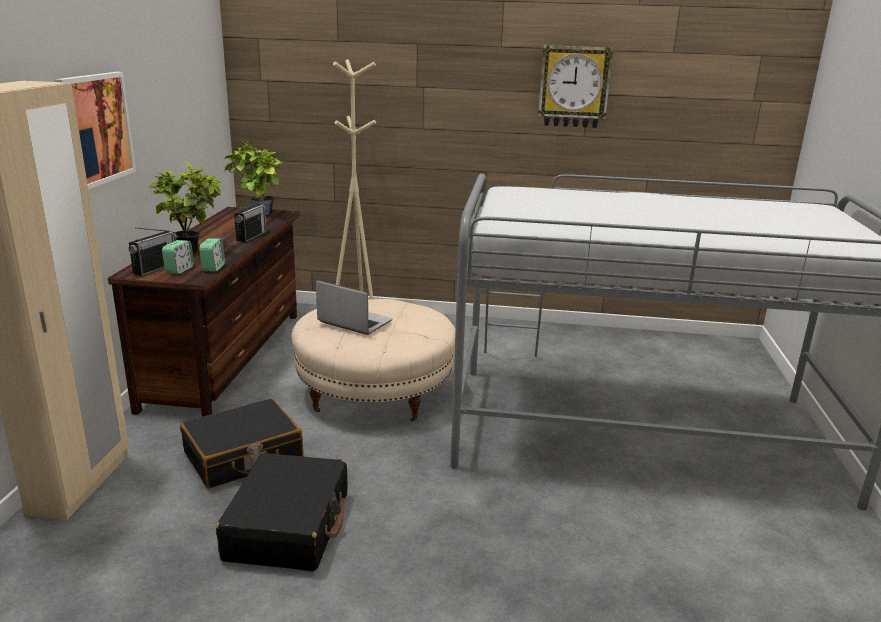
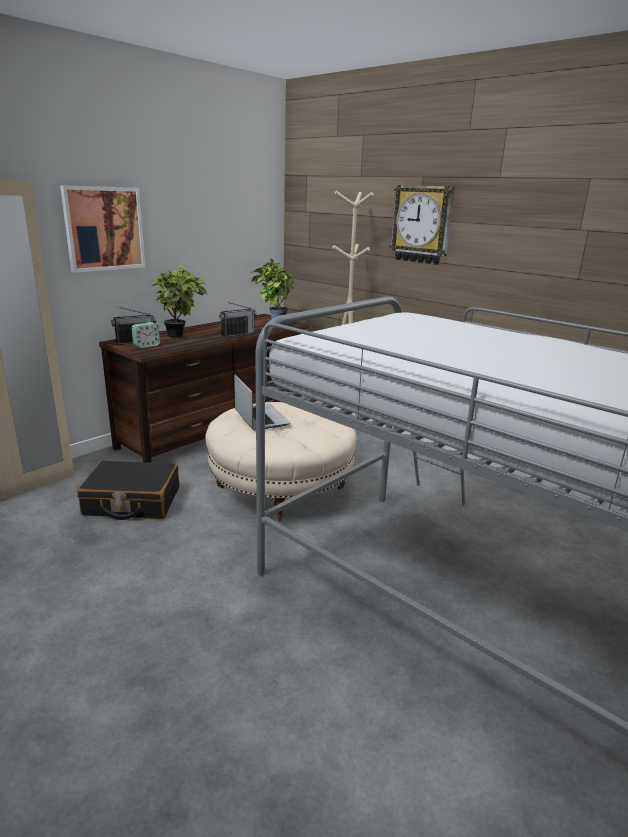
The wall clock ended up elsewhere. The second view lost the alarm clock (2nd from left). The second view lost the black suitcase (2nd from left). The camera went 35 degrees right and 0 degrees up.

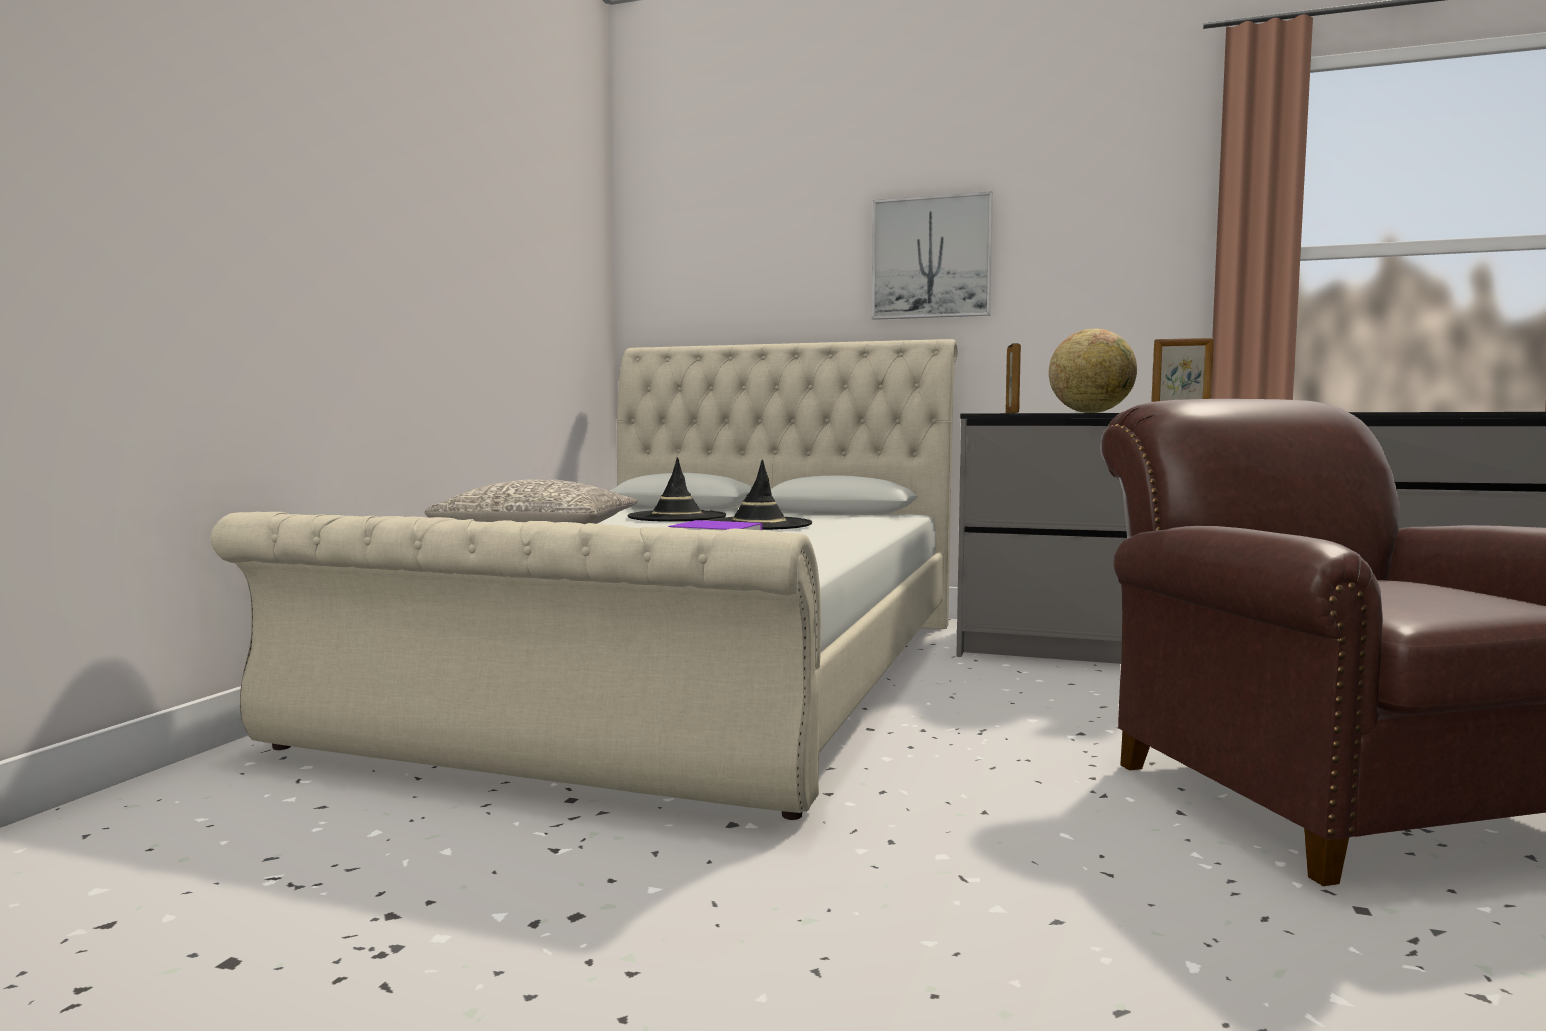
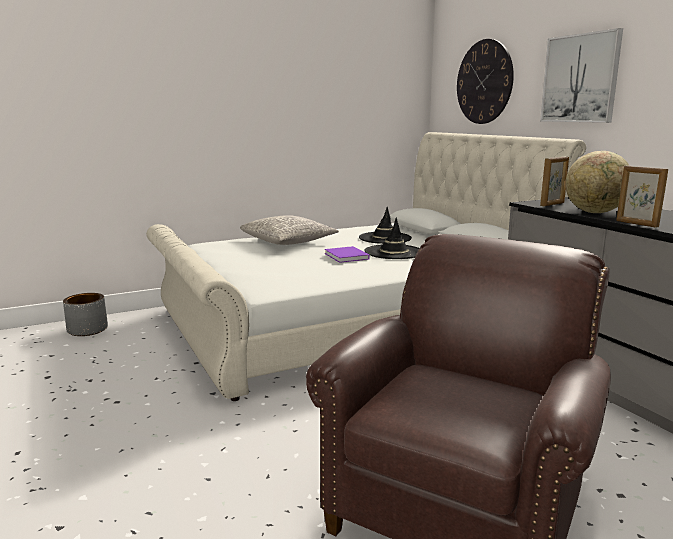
The second view gained the grey planter. The second view gained the wall clock. The camera went 45 degrees right and 10 degrees up.

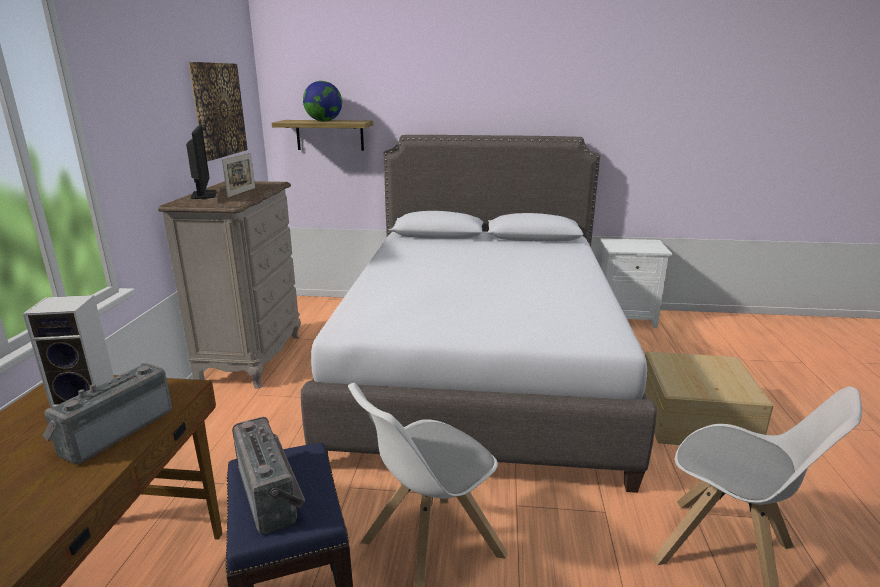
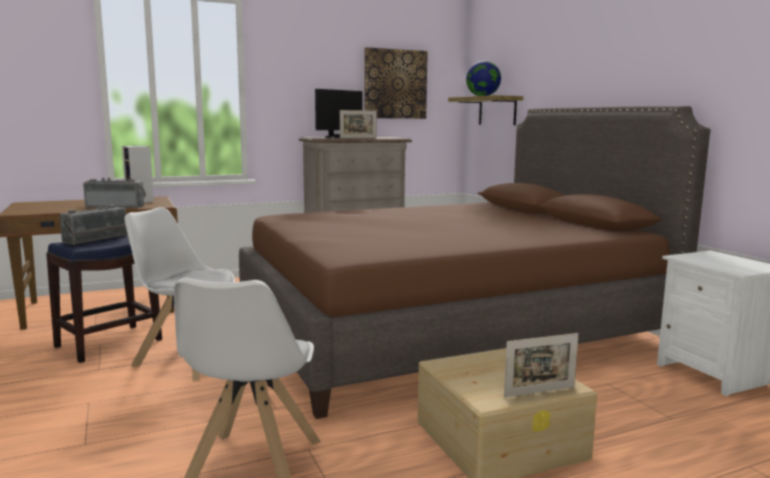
What was the grey bed turned into the brown bed. The second view gained the picture frame (2nd from left). The camera went 60 degrees right and 10 degrees down.

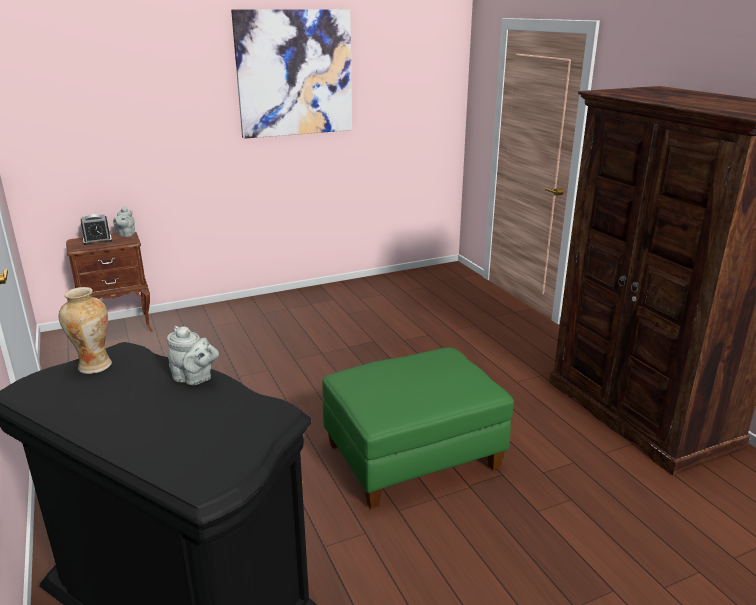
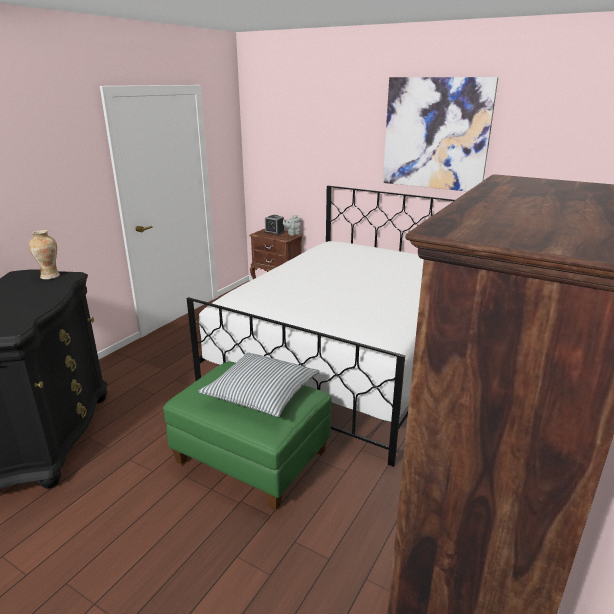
The second view gained the white bed. The second view gained the pillow. The second view lost the grey teapot (2nd from left). The camera went 55 degrees right and 0 degrees up.

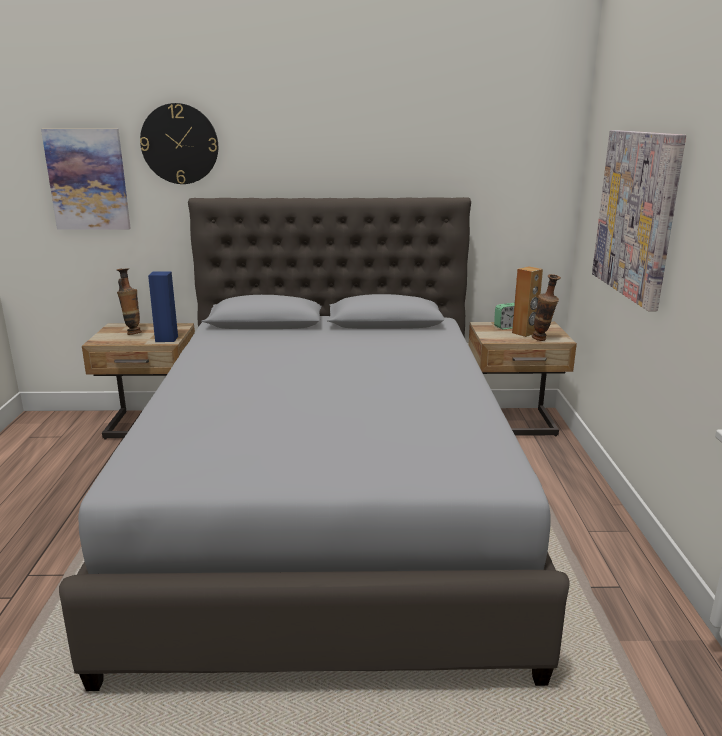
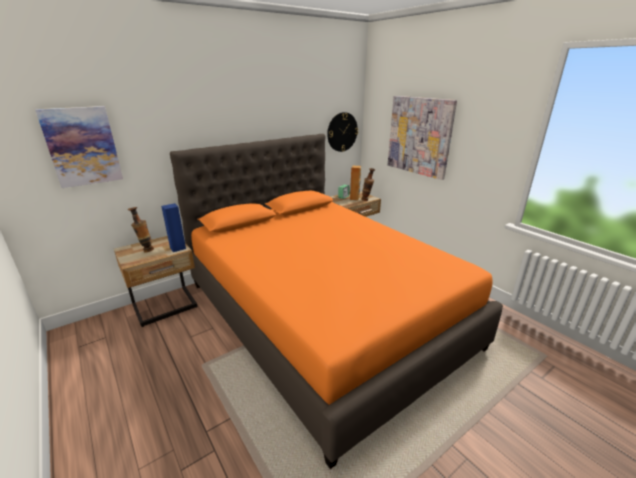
What was the grey bed turned into the orange bed. The wall clock ended up elsewhere. The camera went 35 degrees left and 5 degrees up.

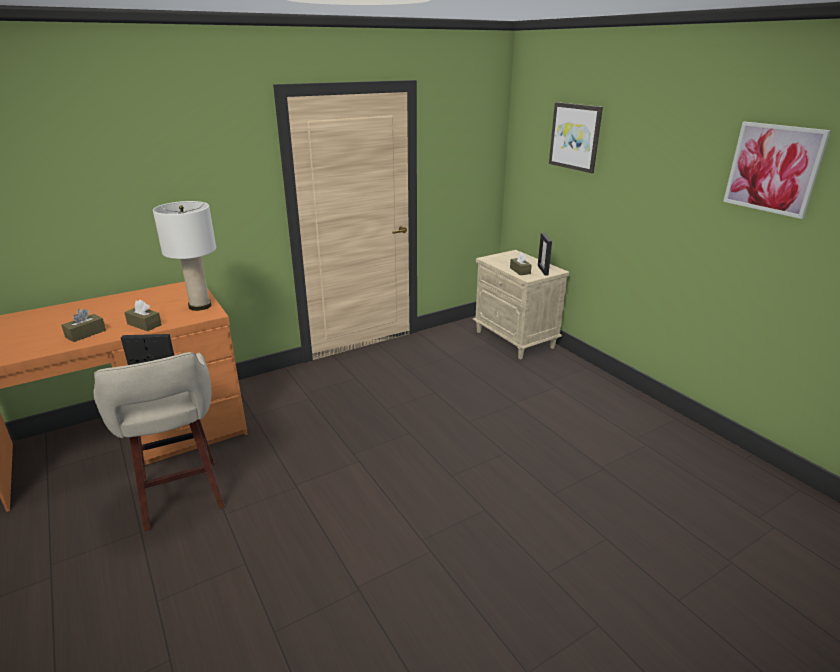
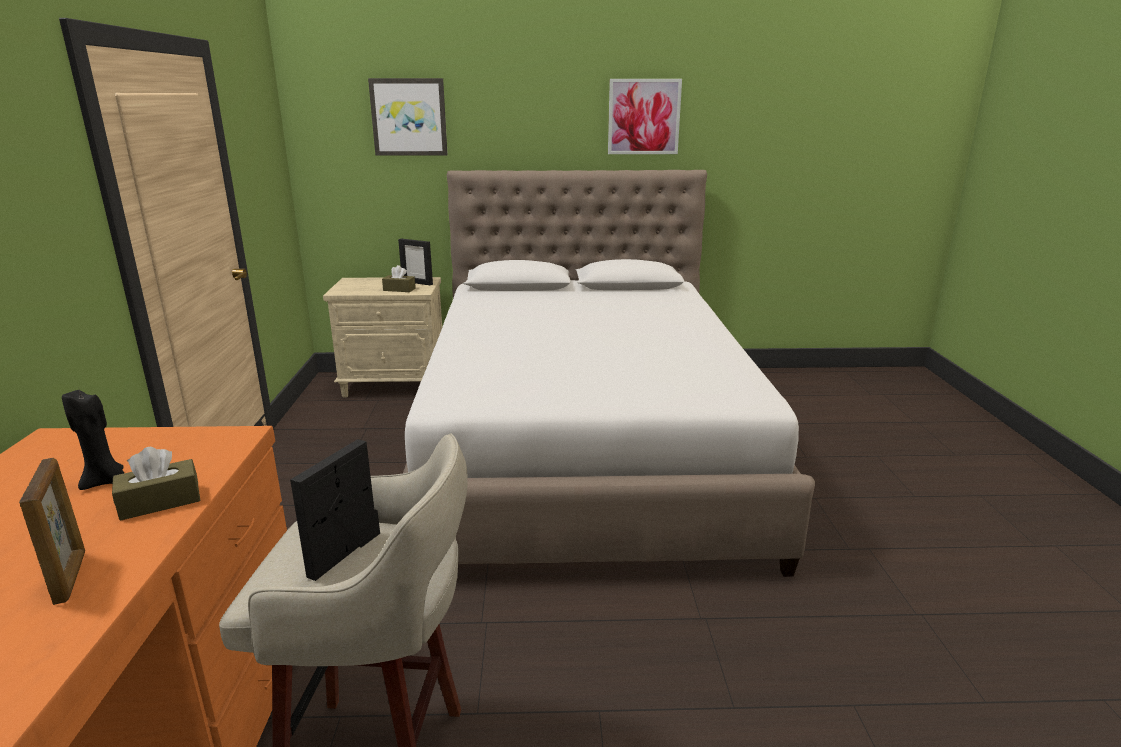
Where the brown tissue box (1st from left) stood, the picture frame (1st from left) came to stand. The second view gained the black candle. The second view gained the white bed. The second view lost the white table lamp. The camera went 60 degrees left and 5 degrees down.

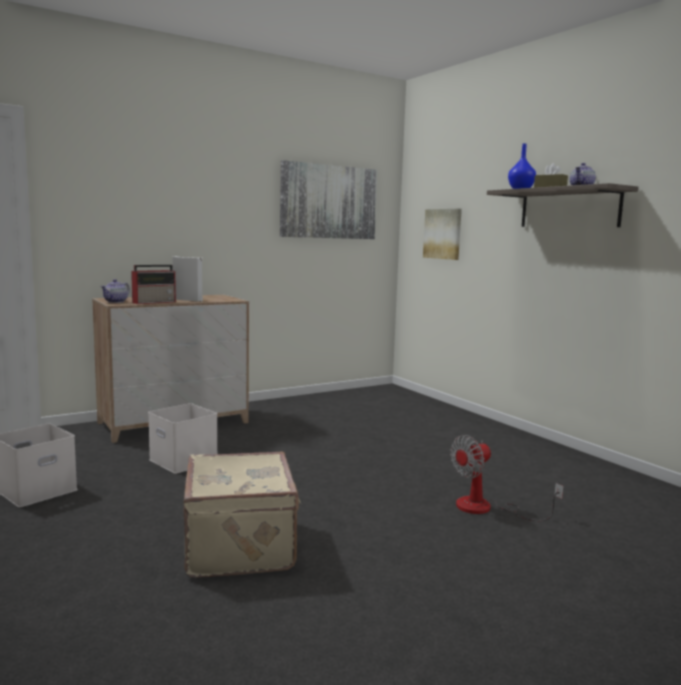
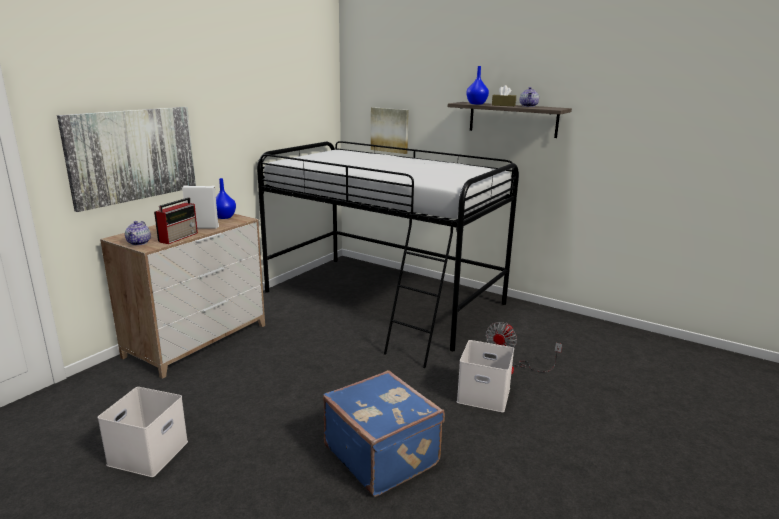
The picture (1st from left) ended up elsewhere. The second view gained the blue vase (1st from left). The second view gained the black bed. What was the beige suitcase turned into the blue suitcase. The white storage box (2nd from left) ended up elsewhere. The camera went 25 degrees left and 10 degrees up.

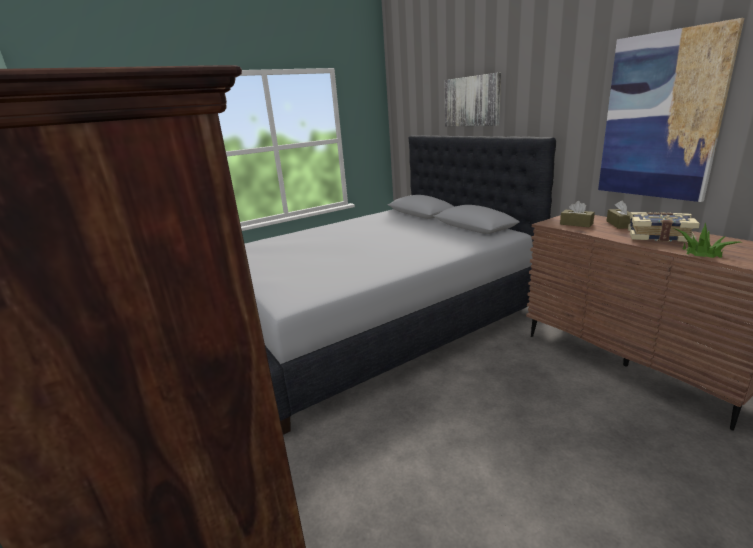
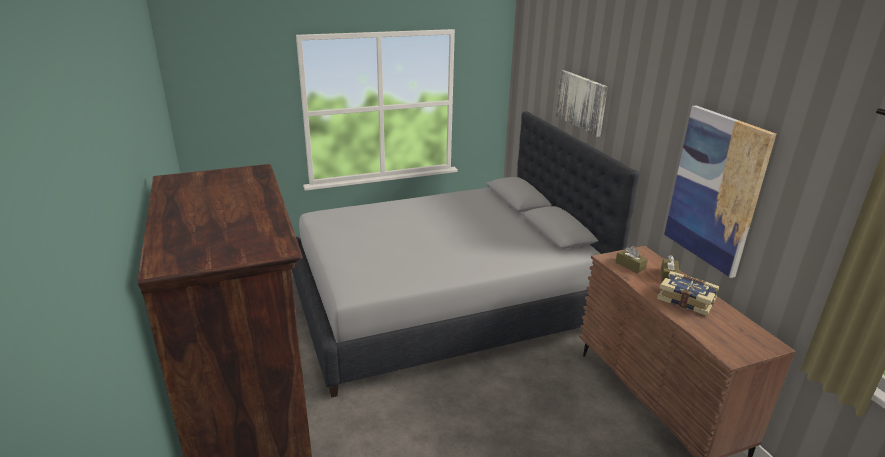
The second view lost the potted plant. The camera went 10 degrees right and 5 degrees up.

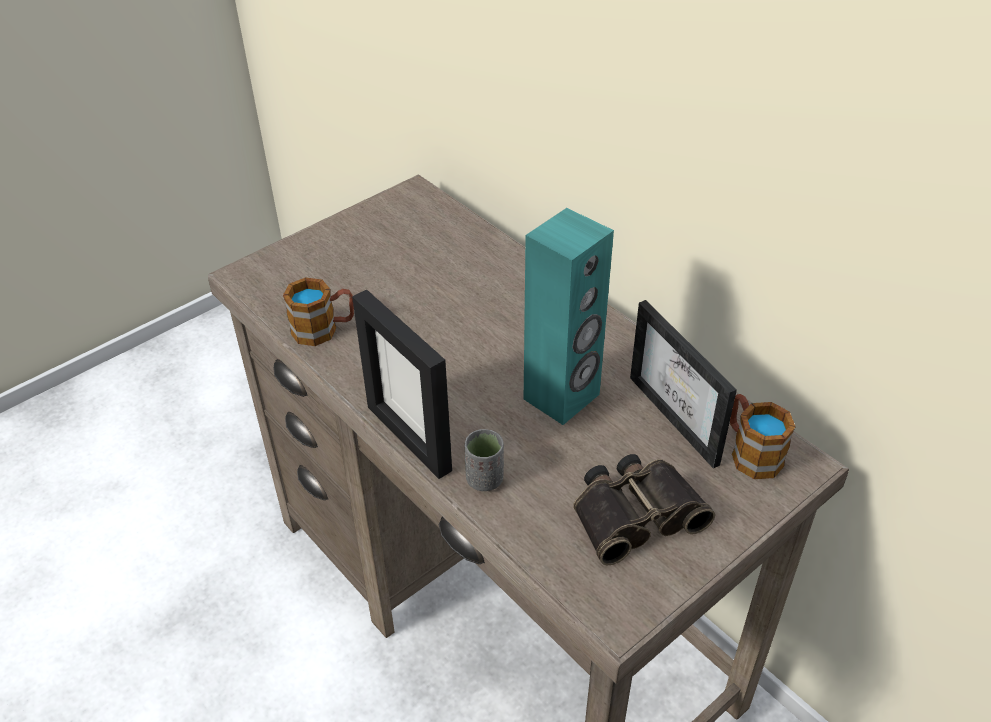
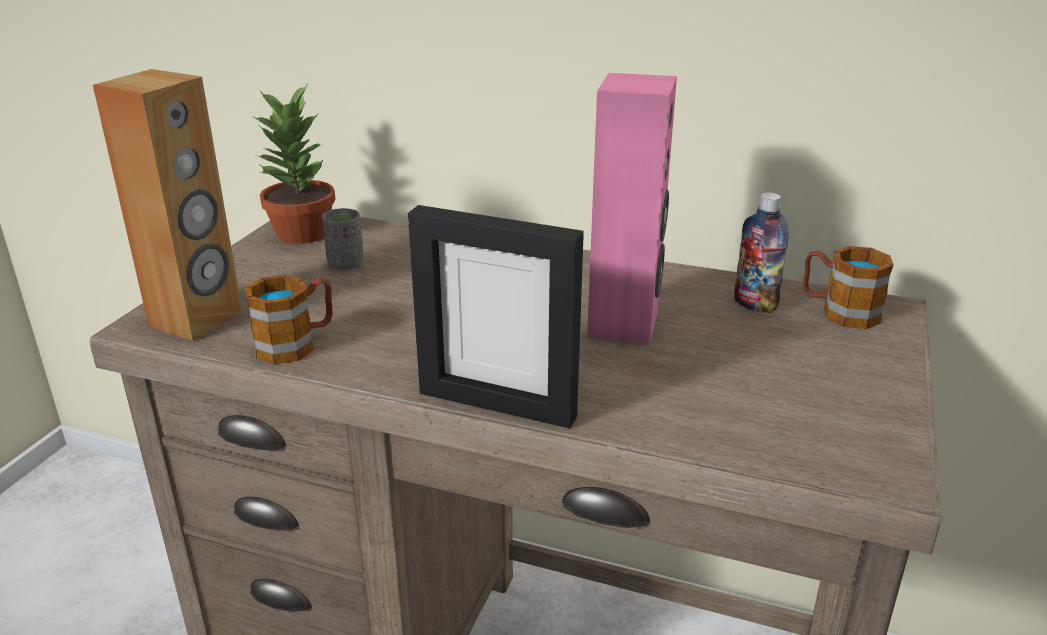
The second view gained the brown speaker. The second view gained the potted plant. The grey cup ended up elsewhere. What was the turquoise speaker turned into the pink speaker. Where the picture frame (2nd from left) stood, the bottle came to stand. The second view lost the binoculars. The camera went 30 degrees left and 15 degrees down.

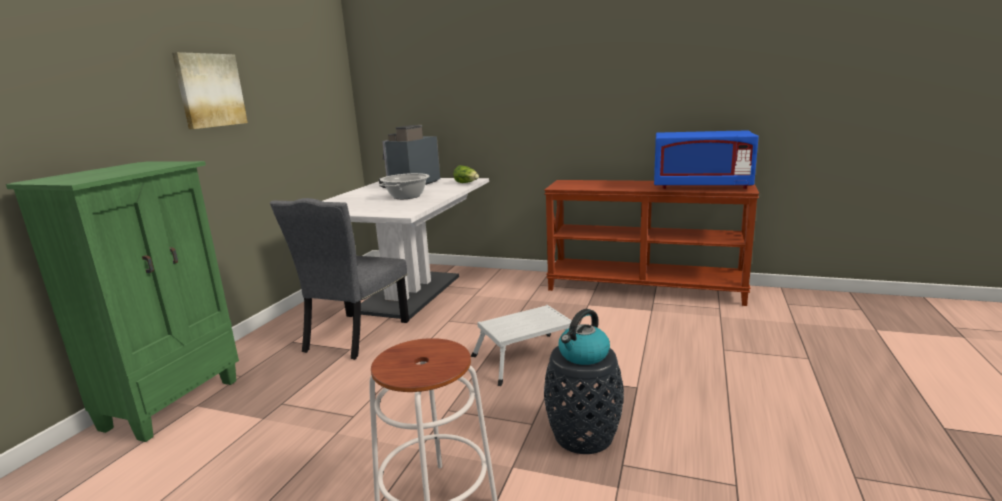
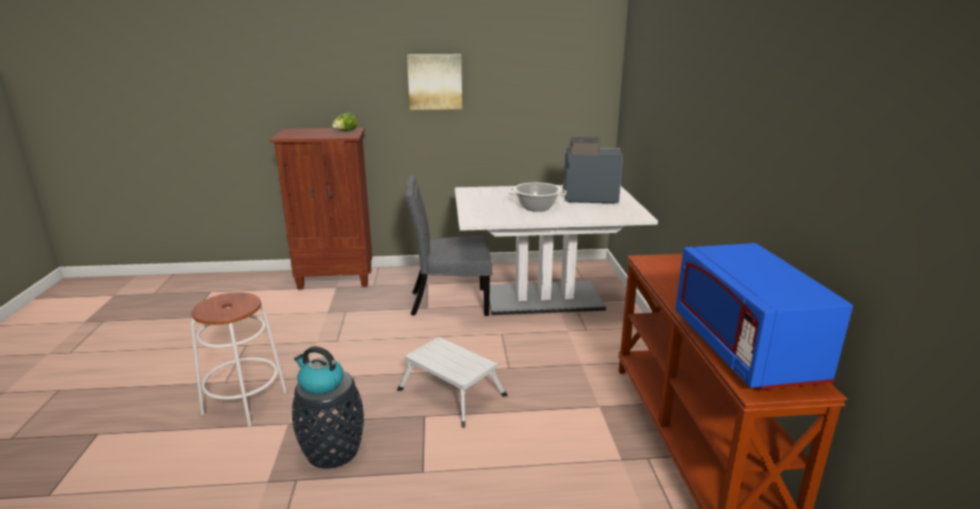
What was the green cabinet turned into the brown cabinet. The lettuce ended up elsewhere. The camera went 65 degrees right and 5 degrees up.

